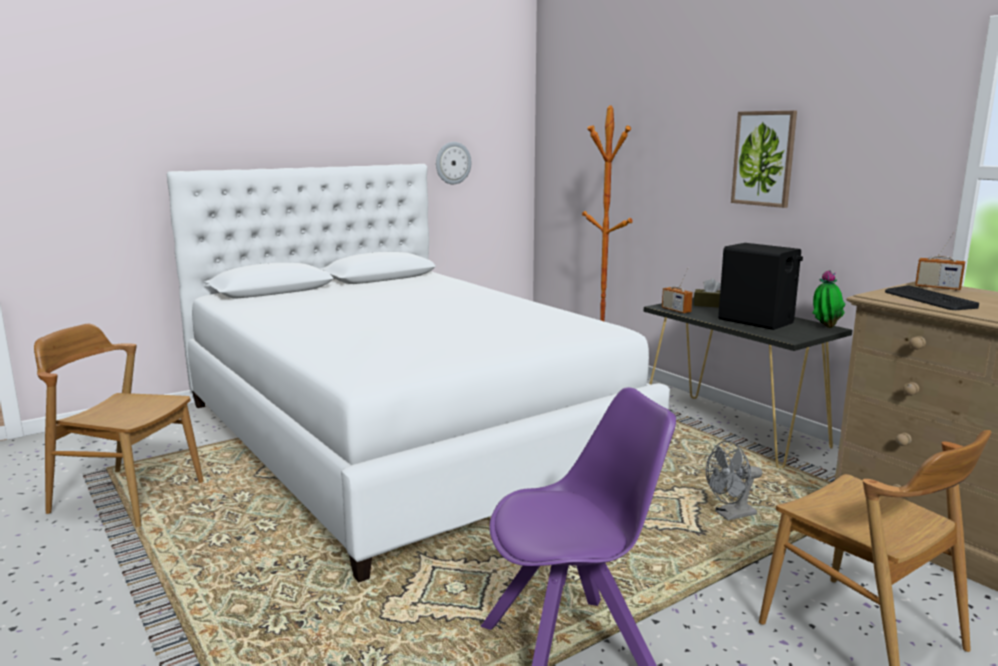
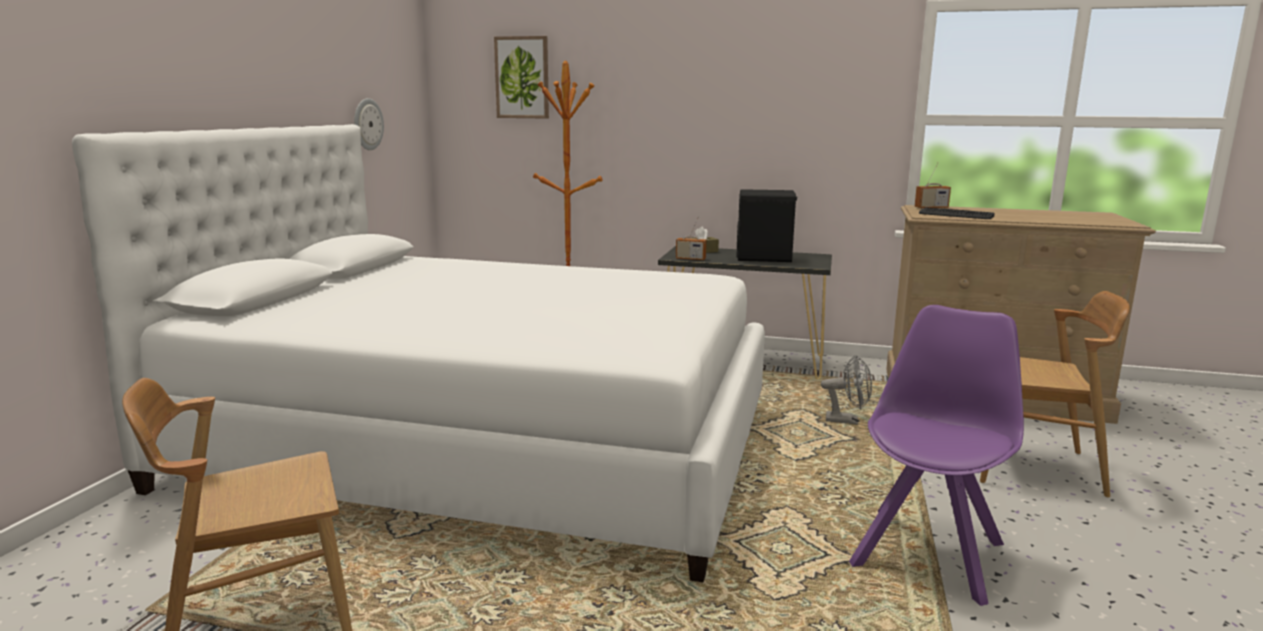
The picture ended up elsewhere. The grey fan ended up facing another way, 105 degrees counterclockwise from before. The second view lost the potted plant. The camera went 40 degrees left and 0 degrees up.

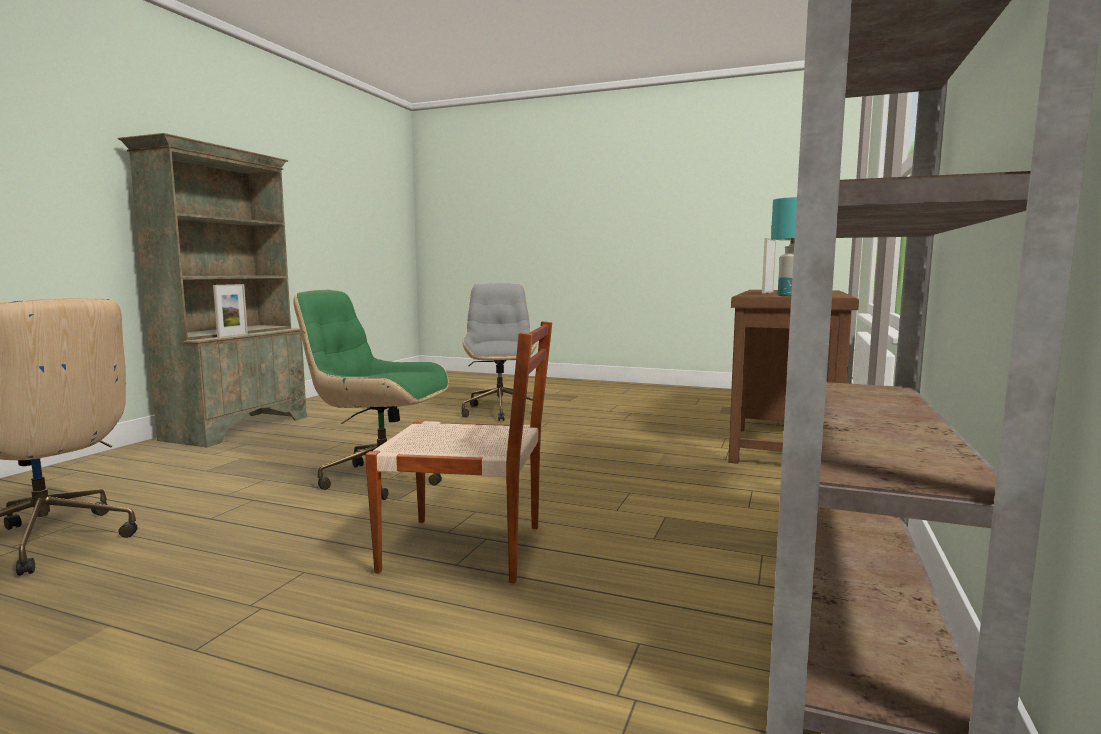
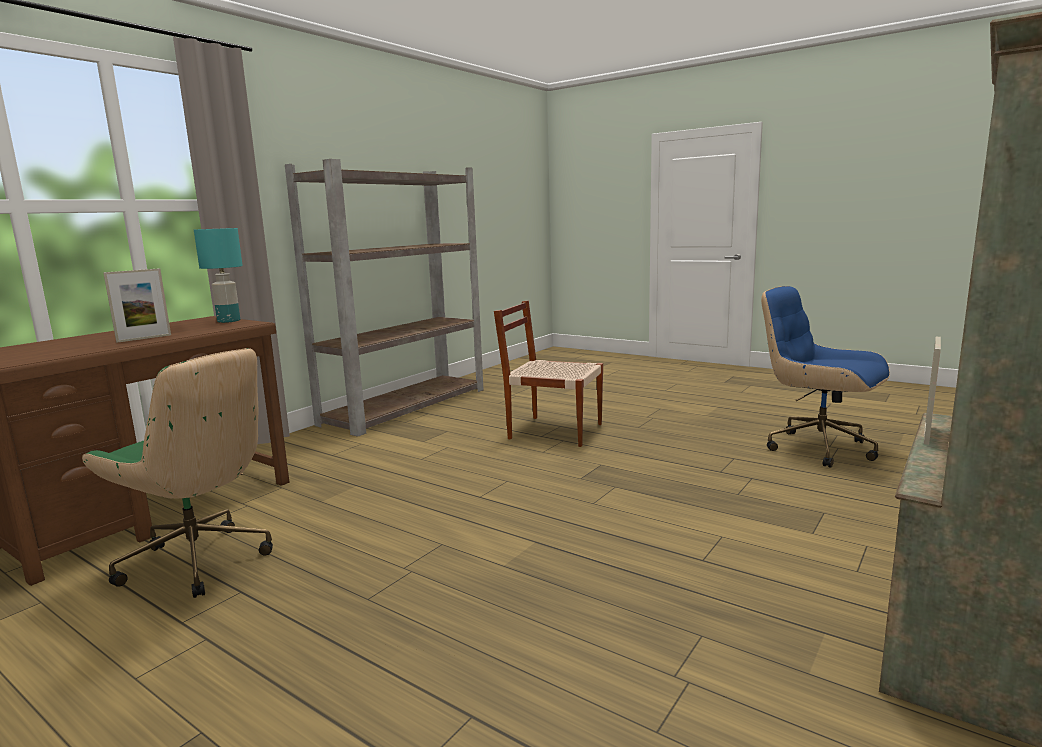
The green office chair ended up elsewhere. The second view lost the grey office chair. The camera went 165 degrees left and 5 degrees up.

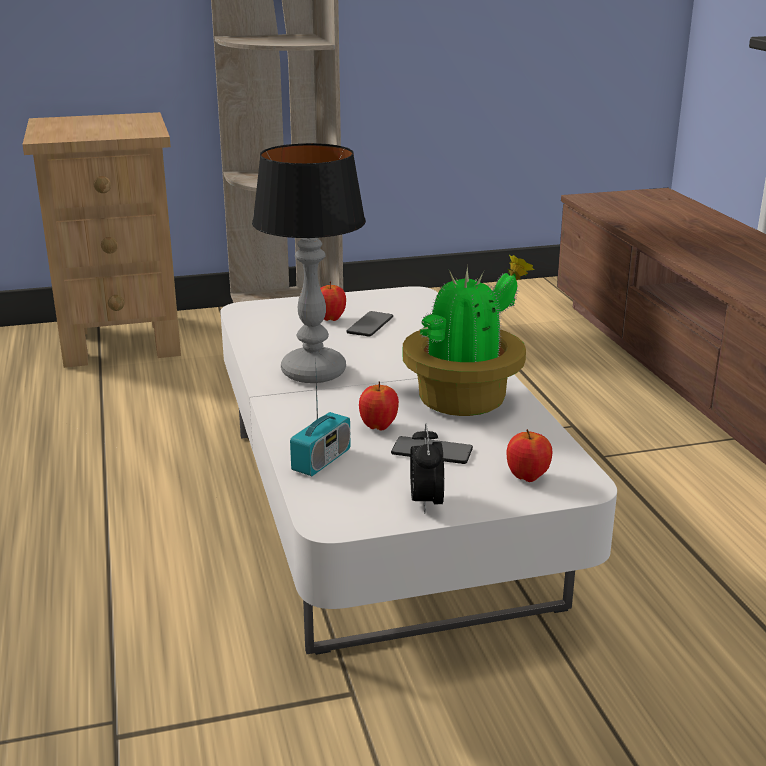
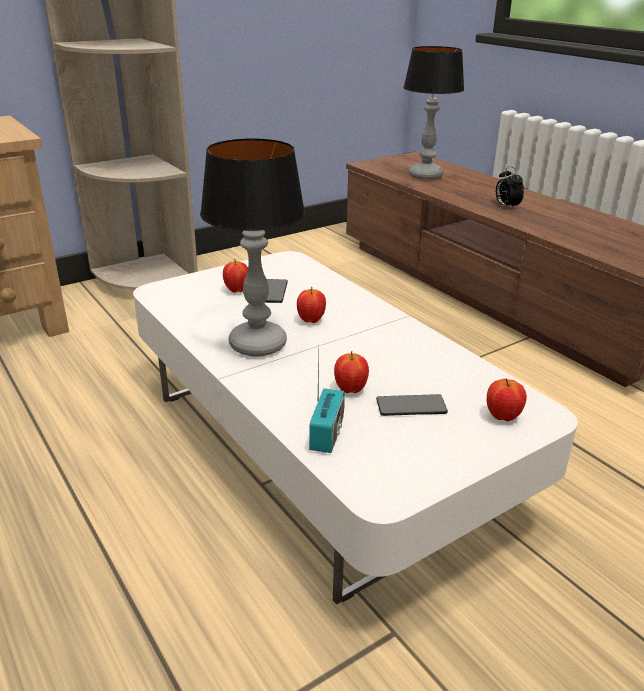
The second view gained the apple (2nd from left). The second view gained the table lamp (2nd from left). The alarm clock ended up elsewhere. The second view lost the potted plant. The camera went 20 degrees left and 5 degrees up.

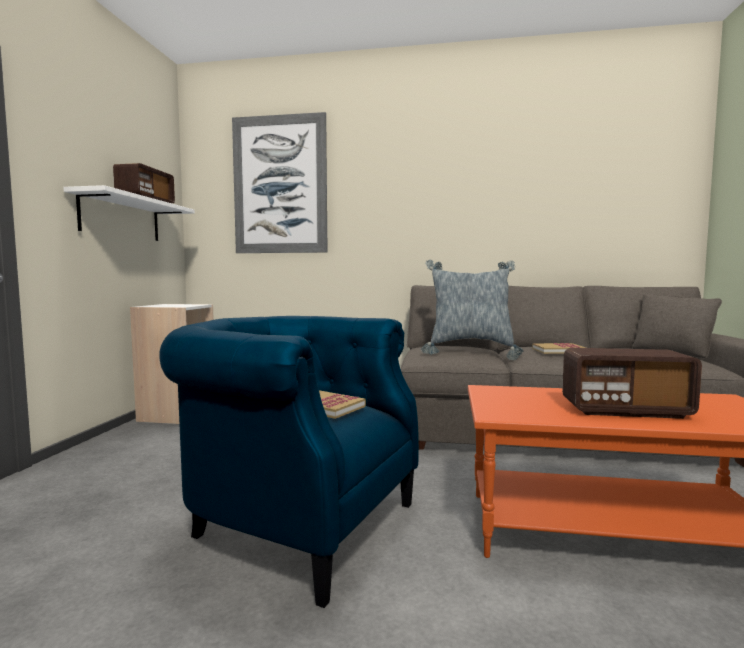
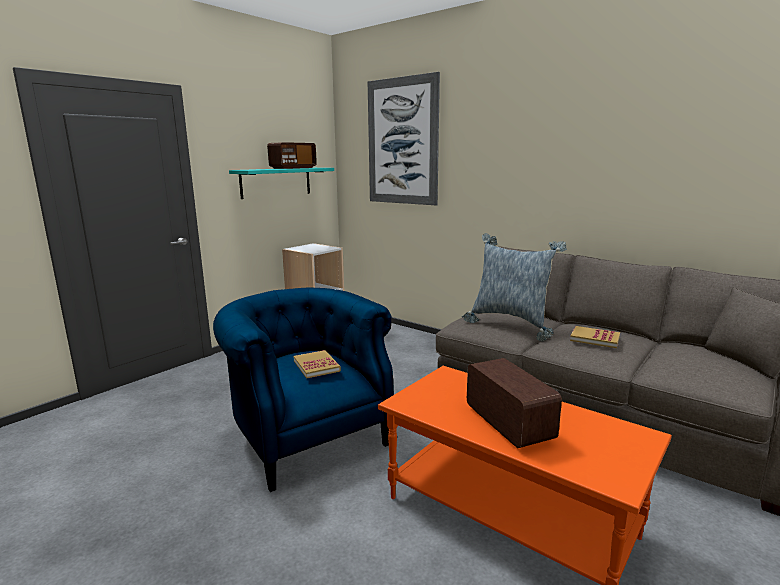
What was the white shelf turned into the turquoise shelf. The radio (2nd from left) ended up facing another way, 150 degrees counterclockwise from before. The camera went 30 degrees right and 10 degrees up.

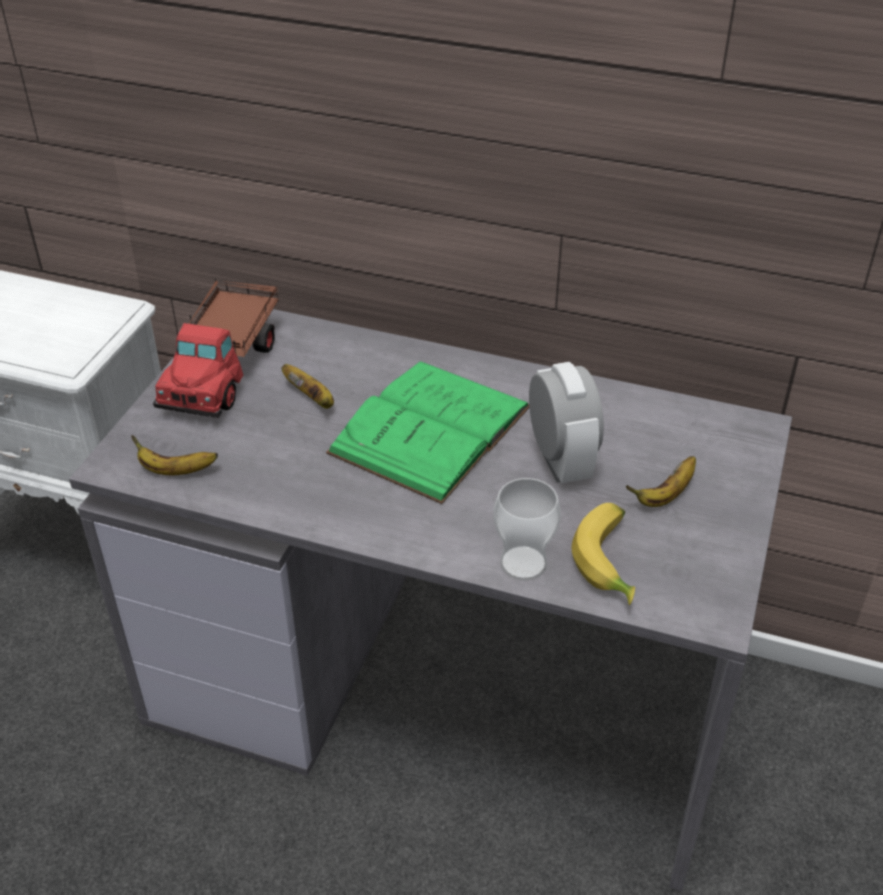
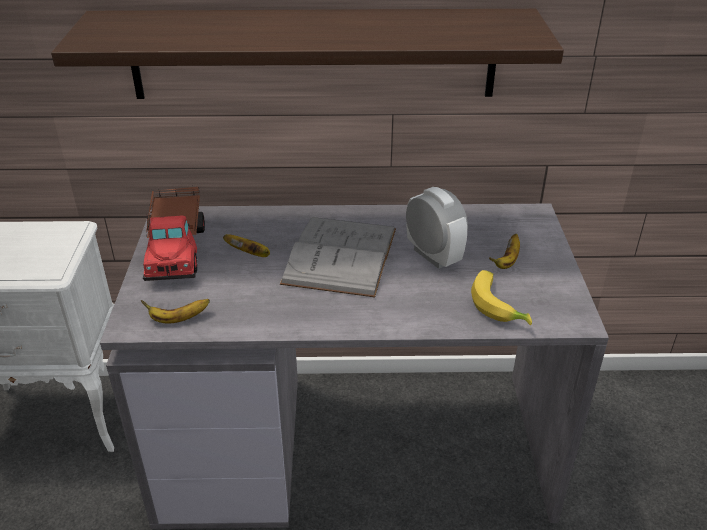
The second view gained the shelf. What was the green book turned into the grey book. The second view lost the cup. The camera went 20 degrees left and 5 degrees down.

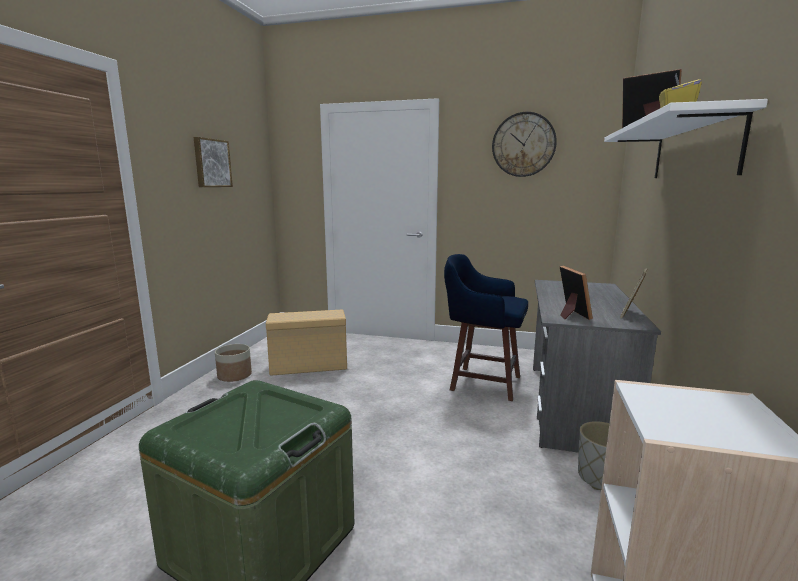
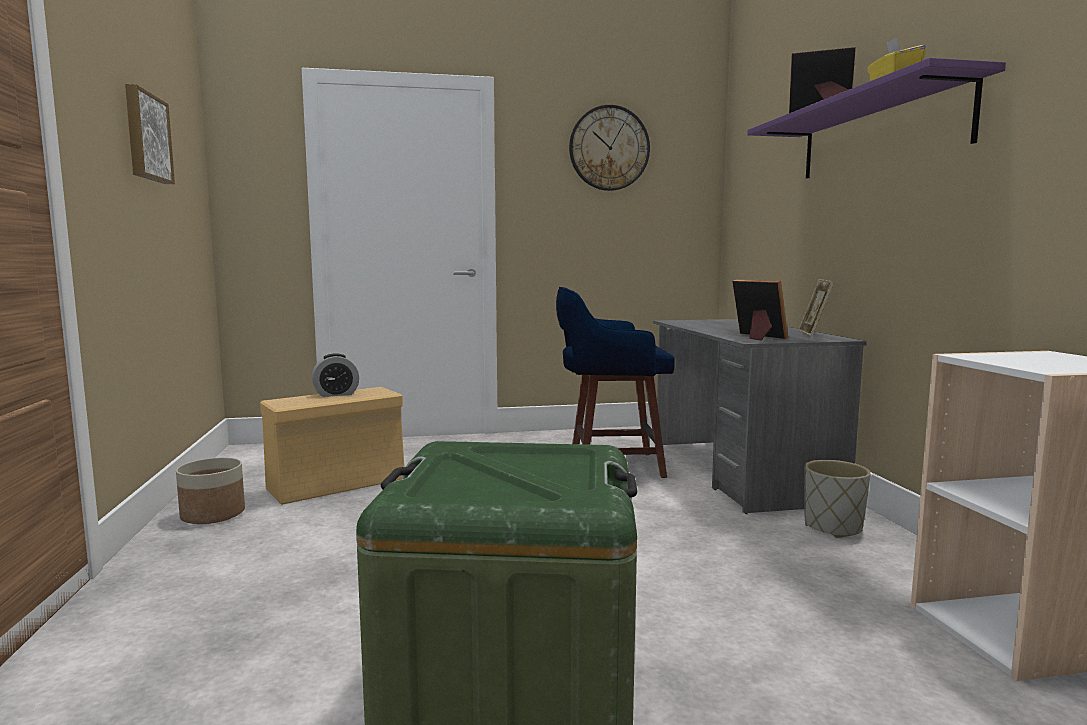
The second view gained the alarm clock. What was the white shelf turned into the purple shelf. The camera went 25 degrees left and 5 degrees down.

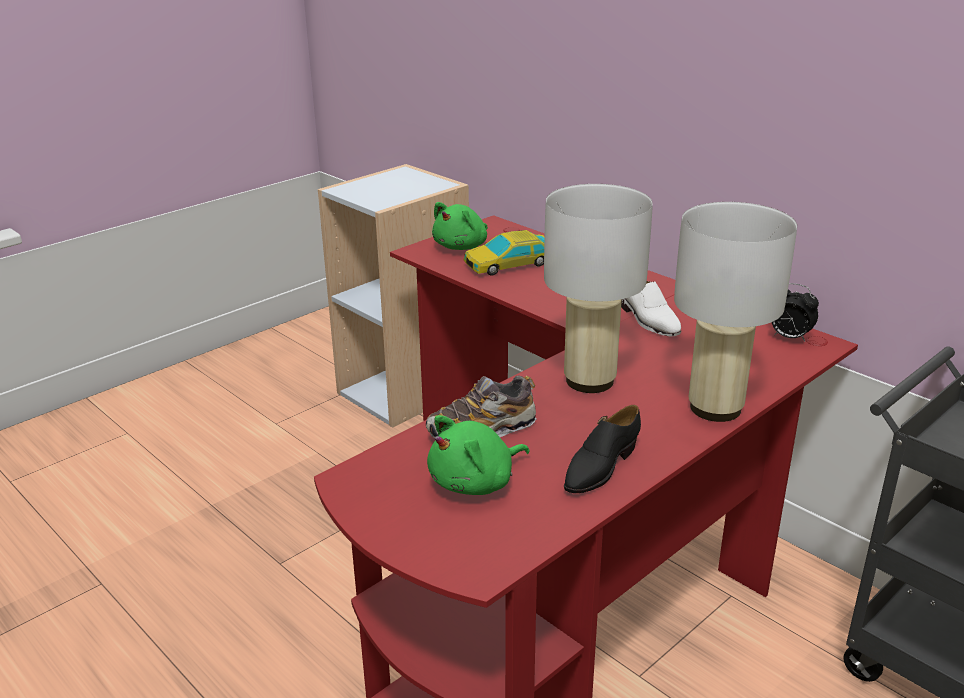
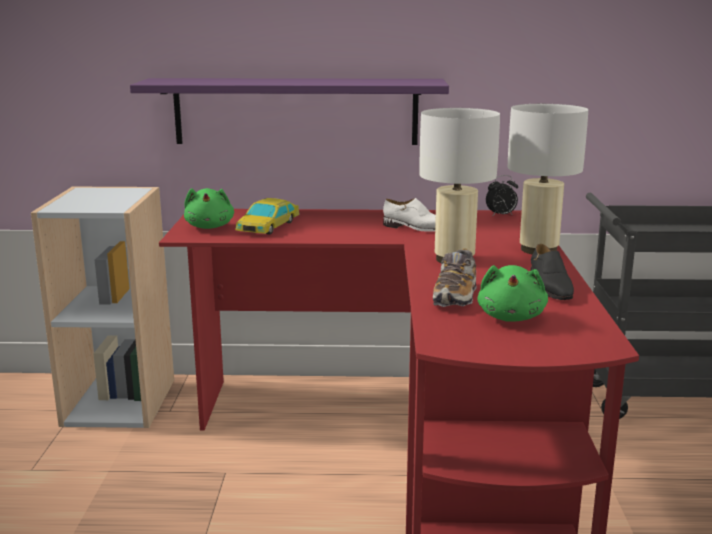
The second view gained the purple shelf. The camera went 45 degrees left and 10 degrees down.

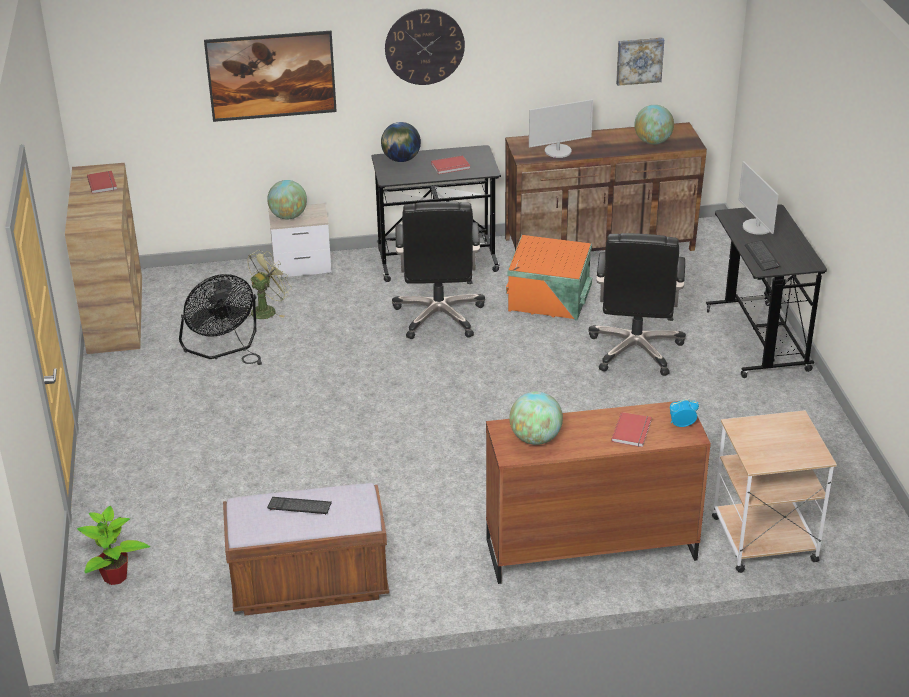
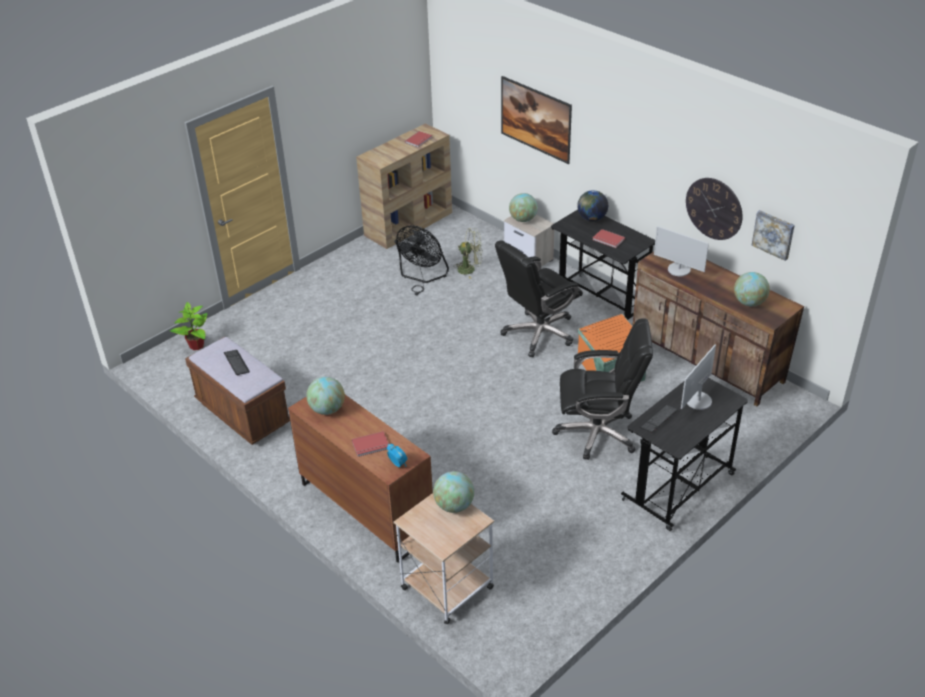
The second view gained the globe (2nd from left). The black office chair (2nd from left) ended up facing another way, 150 degrees counterclockwise from before. The wall clock ended up elsewhere. The camera went 55 degrees right and 5 degrees up.

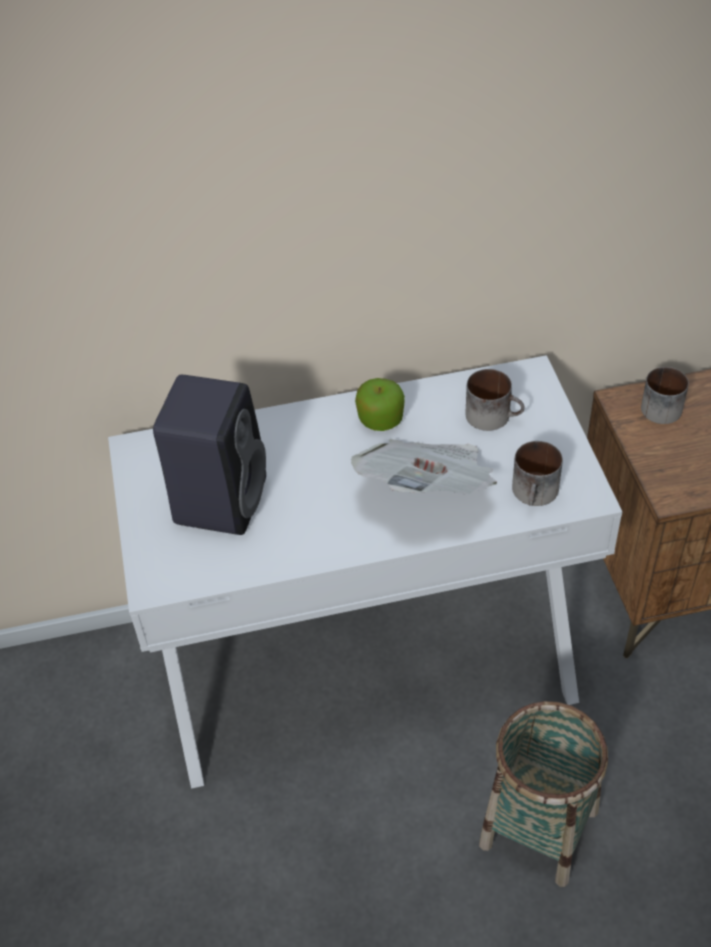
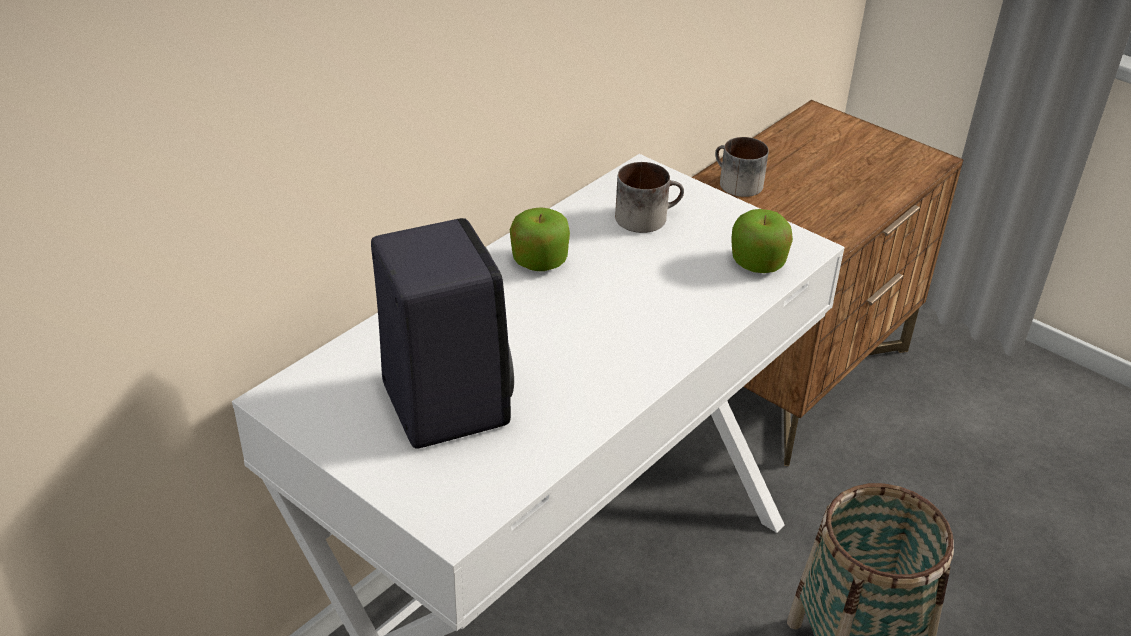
Where the mug (2nd from left) stood, the apple (2nd from left) came to stand. The second view lost the newspaper. The camera went 40 degrees left and 10 degrees down.

